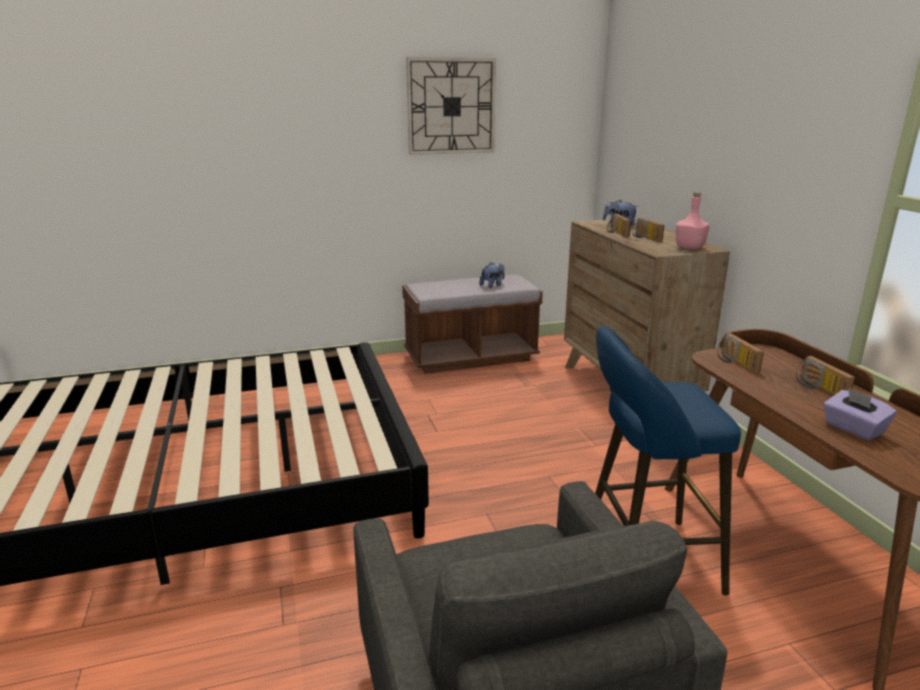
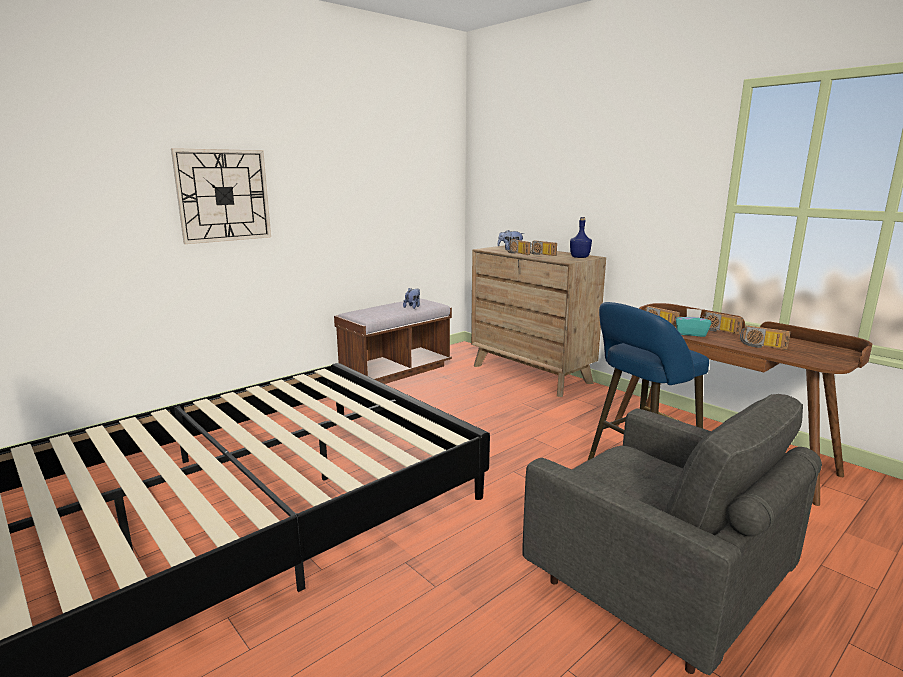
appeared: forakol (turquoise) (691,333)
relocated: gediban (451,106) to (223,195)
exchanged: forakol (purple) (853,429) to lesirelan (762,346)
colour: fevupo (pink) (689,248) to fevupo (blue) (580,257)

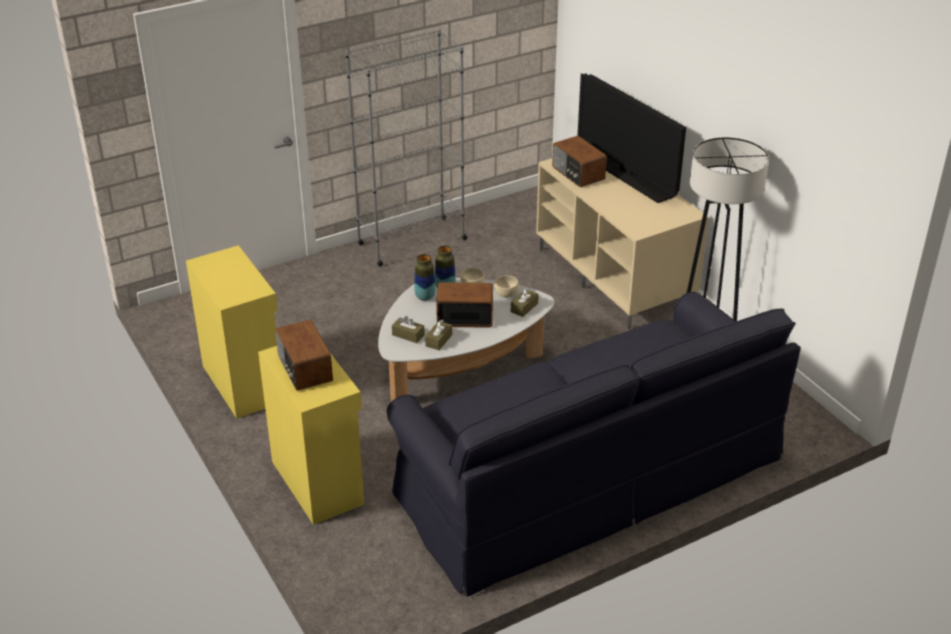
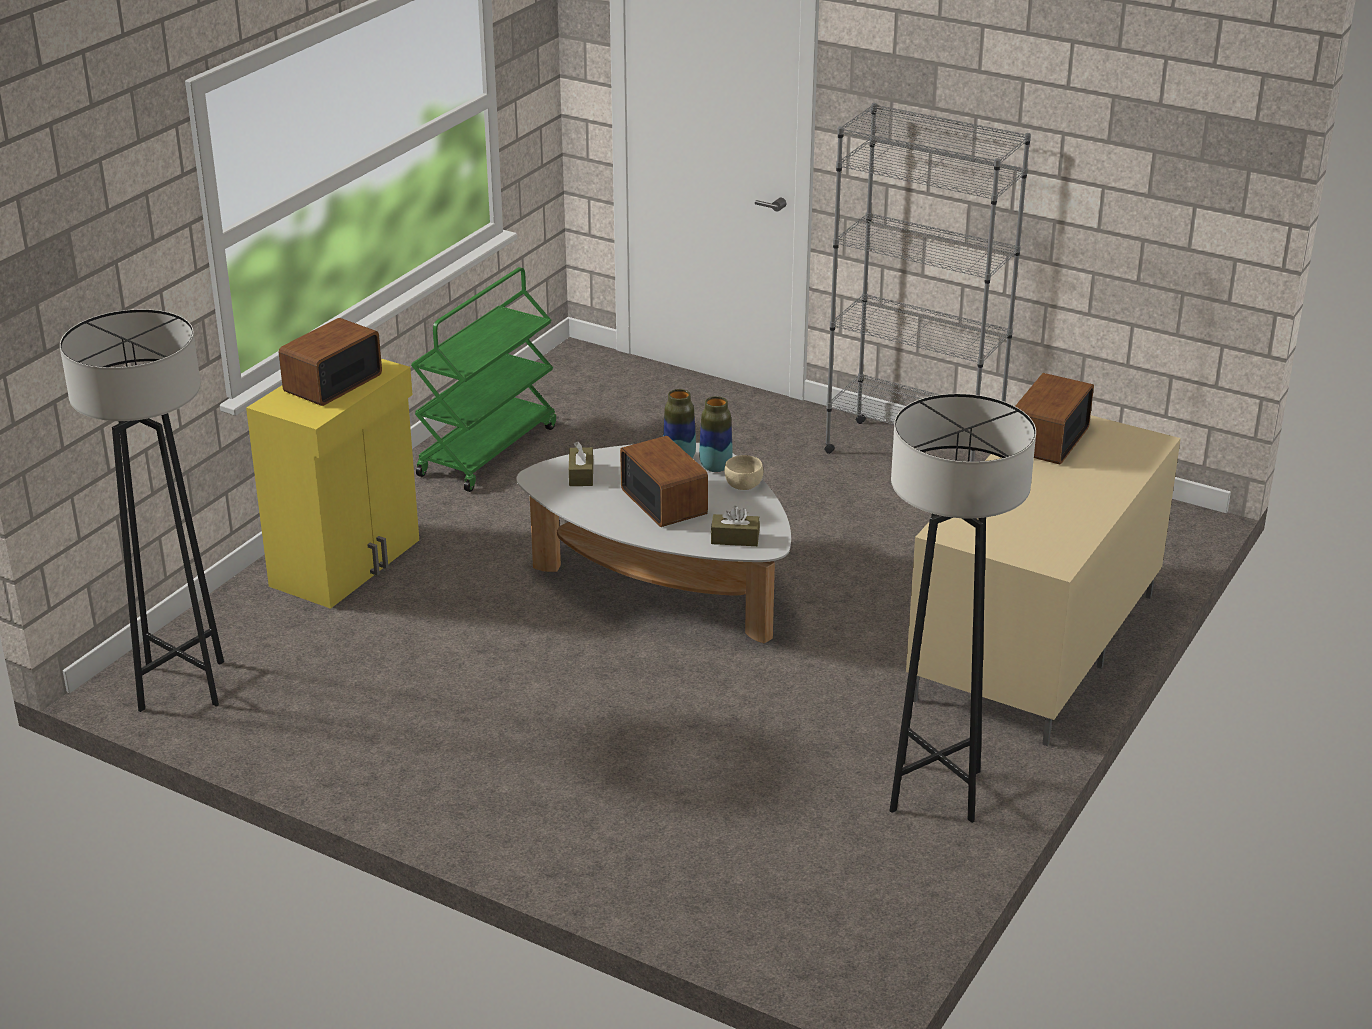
missing: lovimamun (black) (587,474); forakol (brown) (439,340); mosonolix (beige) (506,294); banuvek (627,176)
appeared: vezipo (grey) (182,686)
exchanged: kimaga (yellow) (244,382) to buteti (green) (487,450)

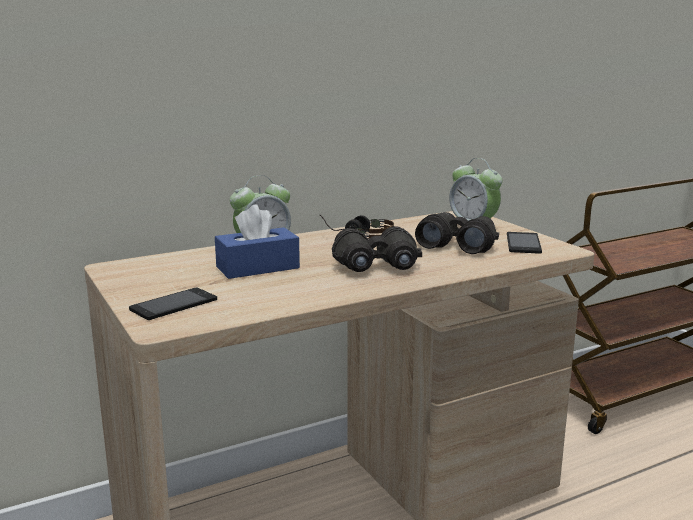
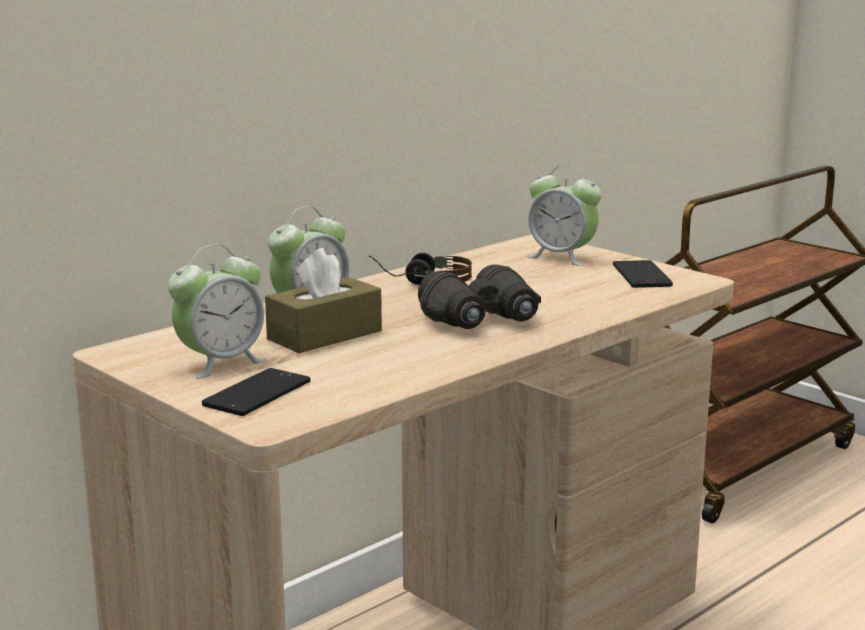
missing: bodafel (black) (457,245)
appeared: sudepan (221,363)
colour: forakol (blue) (257,267) to forakol (brown) (324,335)

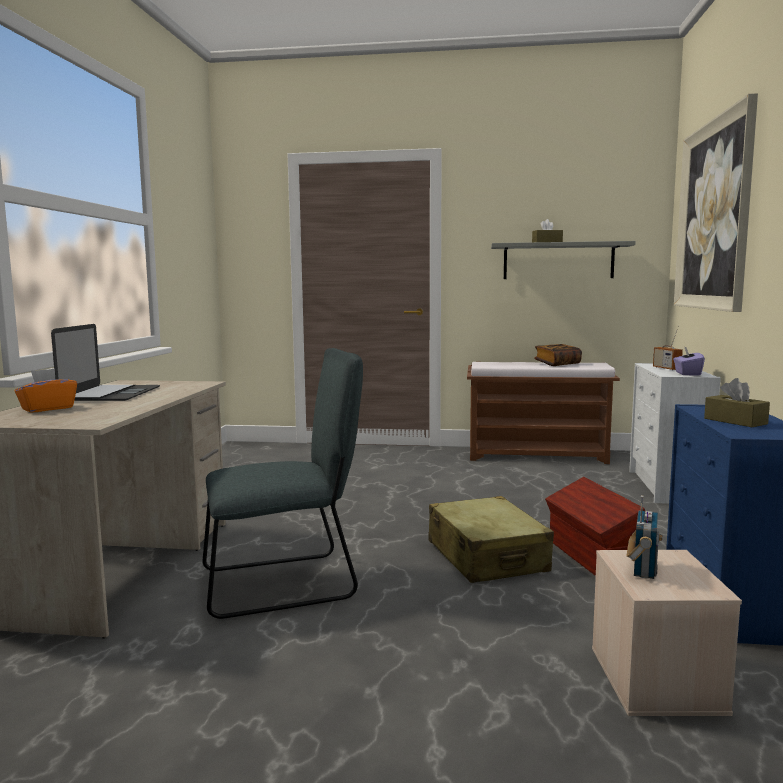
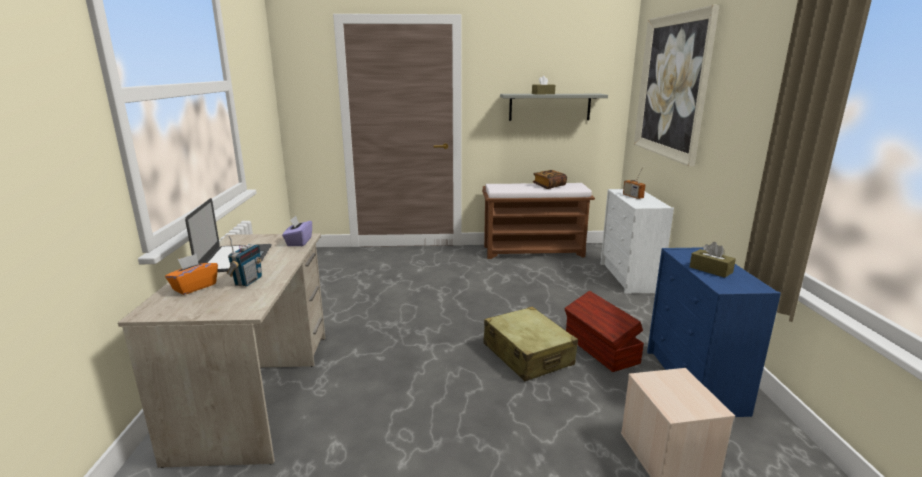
missing: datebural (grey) (286,583)
relocated: lesirelan (643,570) to (248,281); forakol (purple) (687,374) to (299,242)

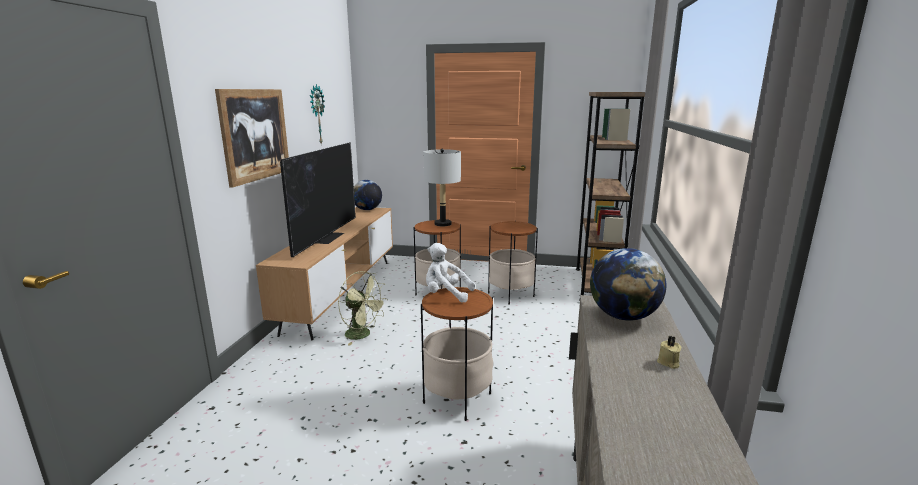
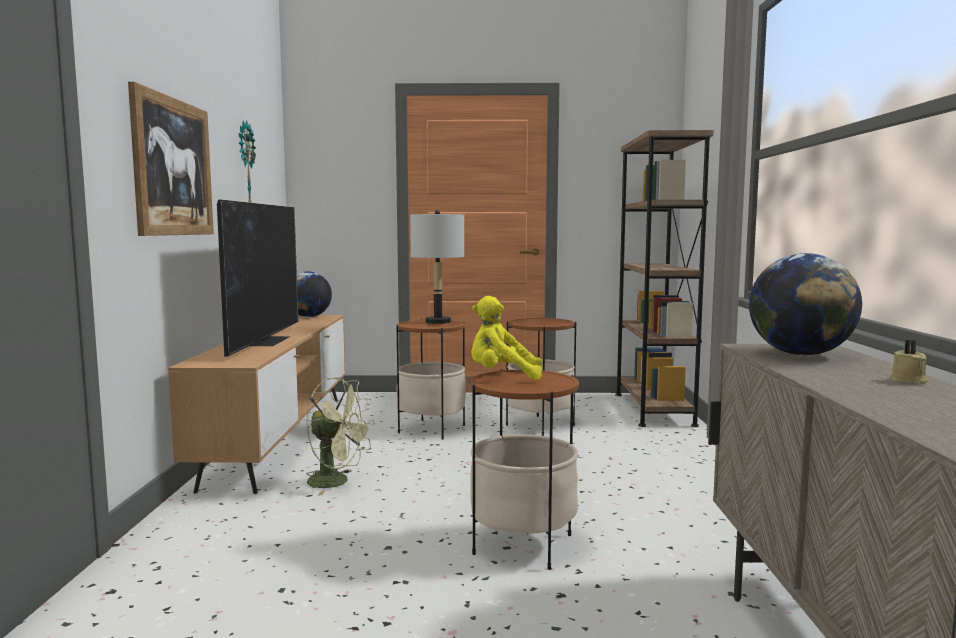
colour: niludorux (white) (446,295) to niludorux (yellow) (502,377)

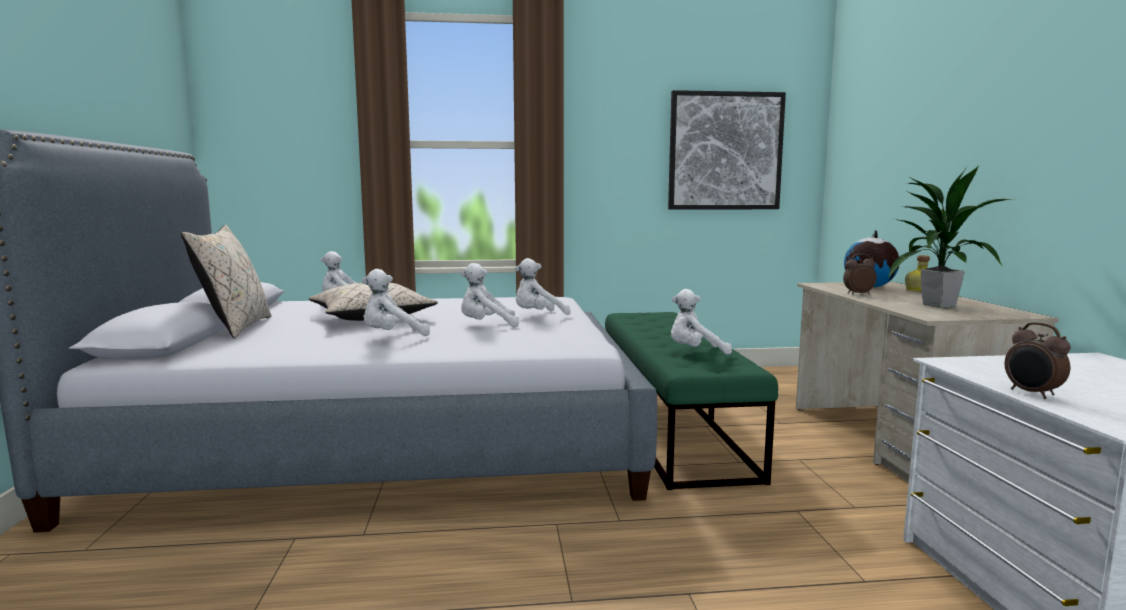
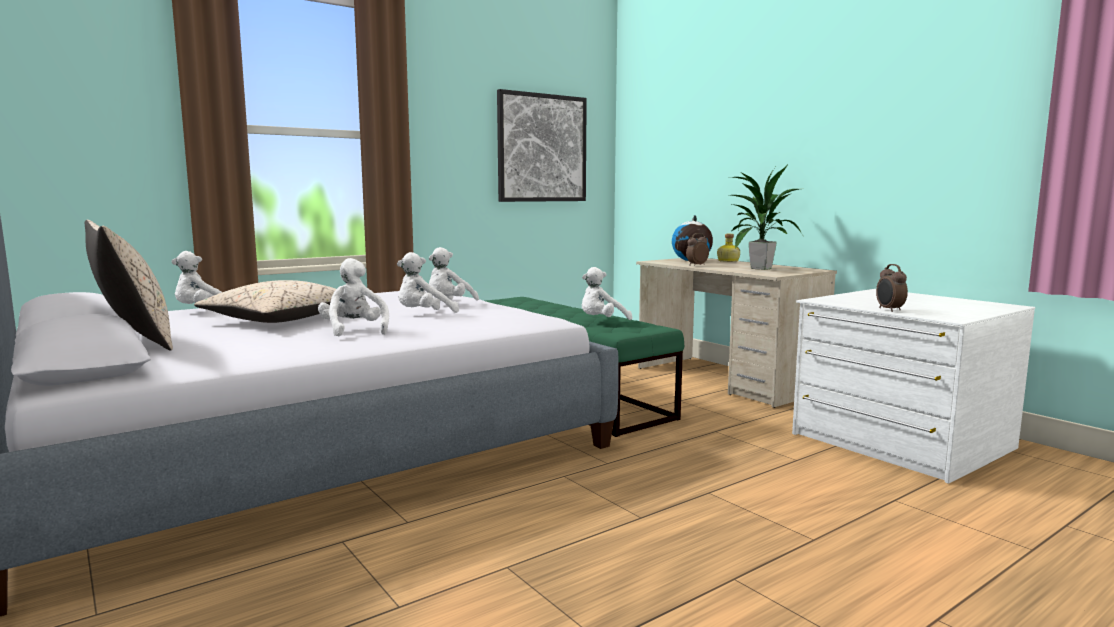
spun: niludorux (white) (392,336) = (354,331) 120 degrees clockwise; sudepan (1032,394) = (889,310) 45 degrees clockwise

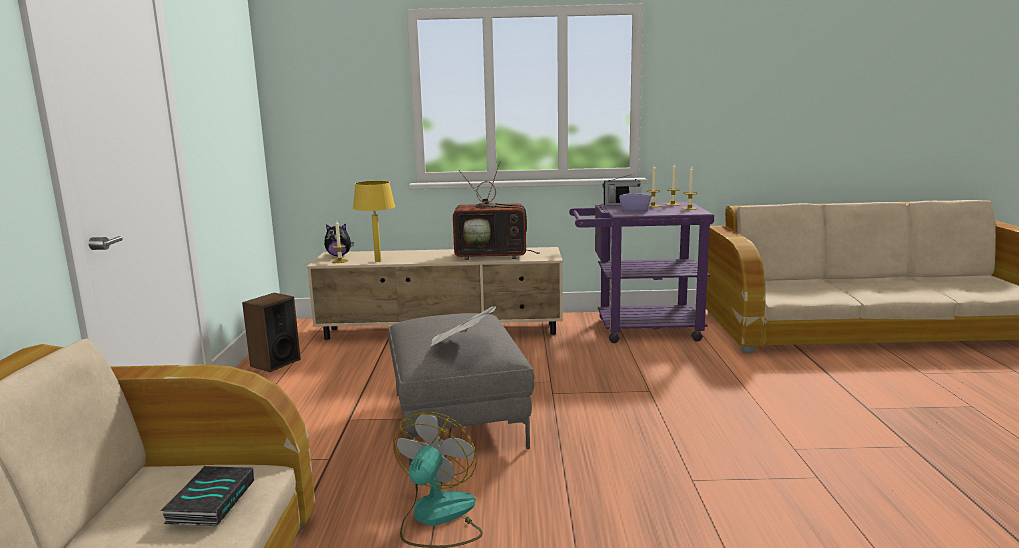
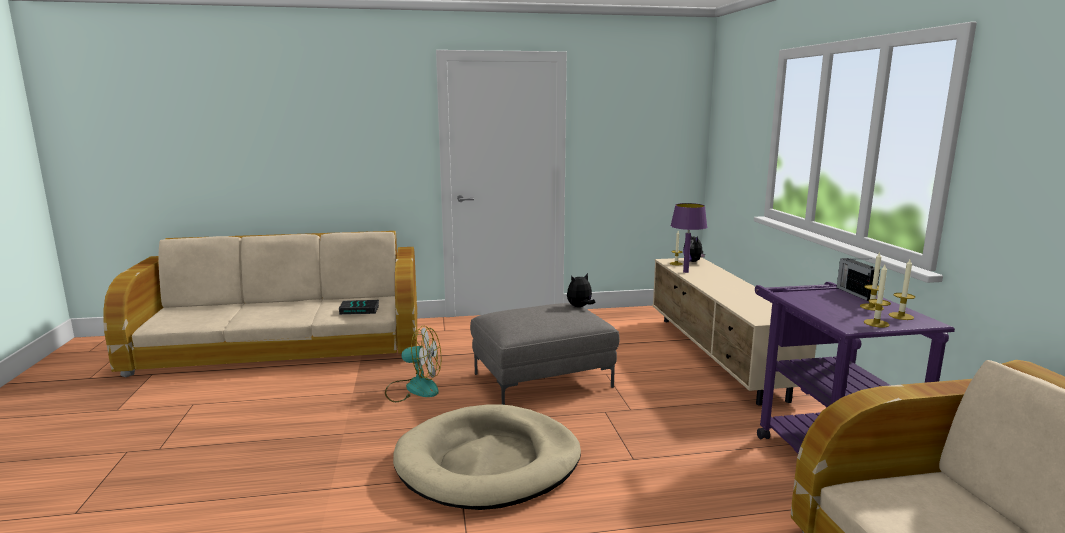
missing: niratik (275,363); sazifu (461,345); banuvek (493,255); forakol (purple) (634,210)
appeared: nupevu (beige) (489,462); niludorux (580,307)
colour: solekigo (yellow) (378,261) to solekigo (purple) (685,272)

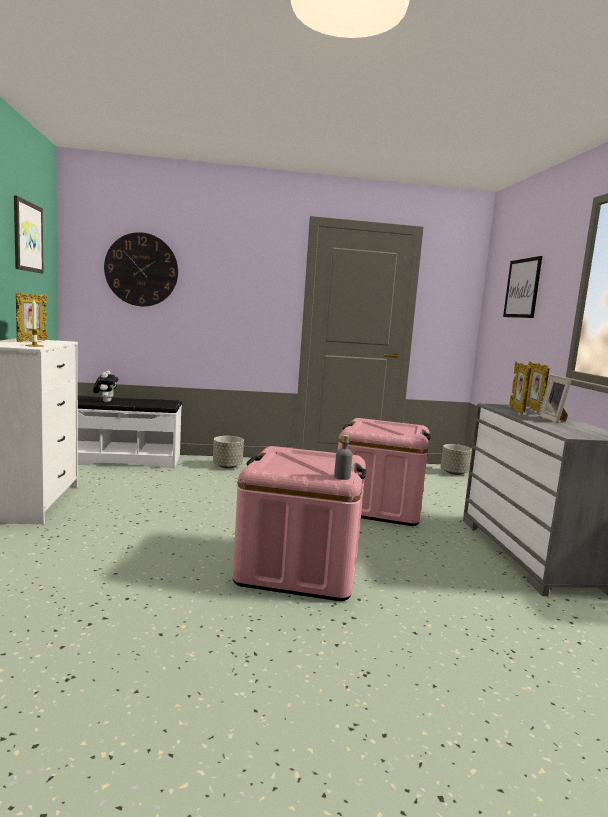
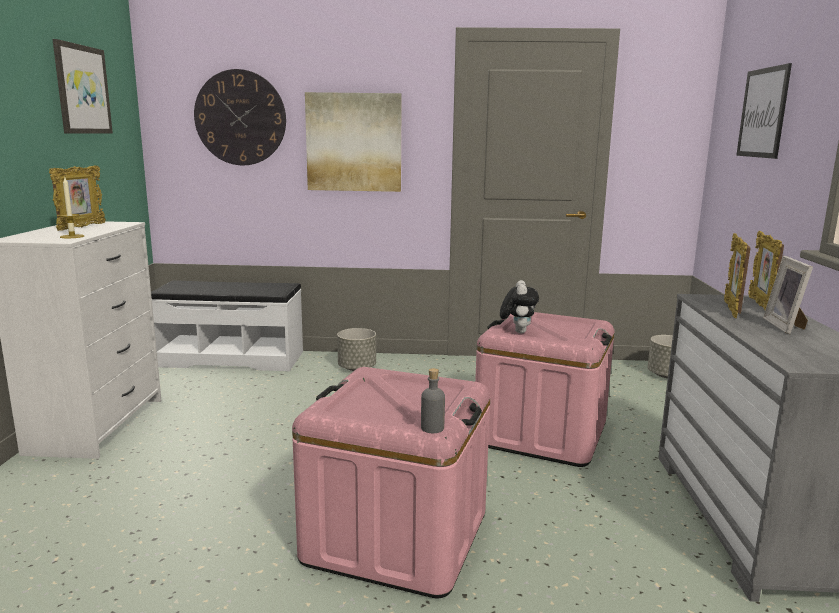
appeared: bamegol (354,142)
relocated: niludorux (105,401) to (517,331)

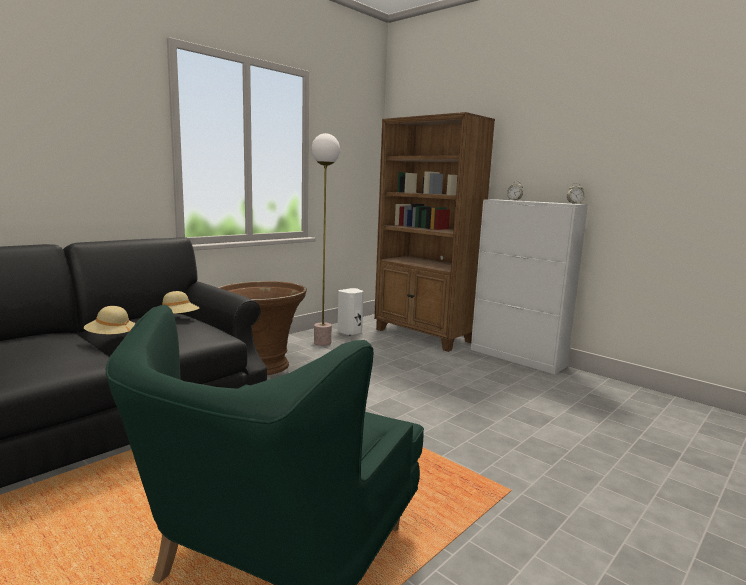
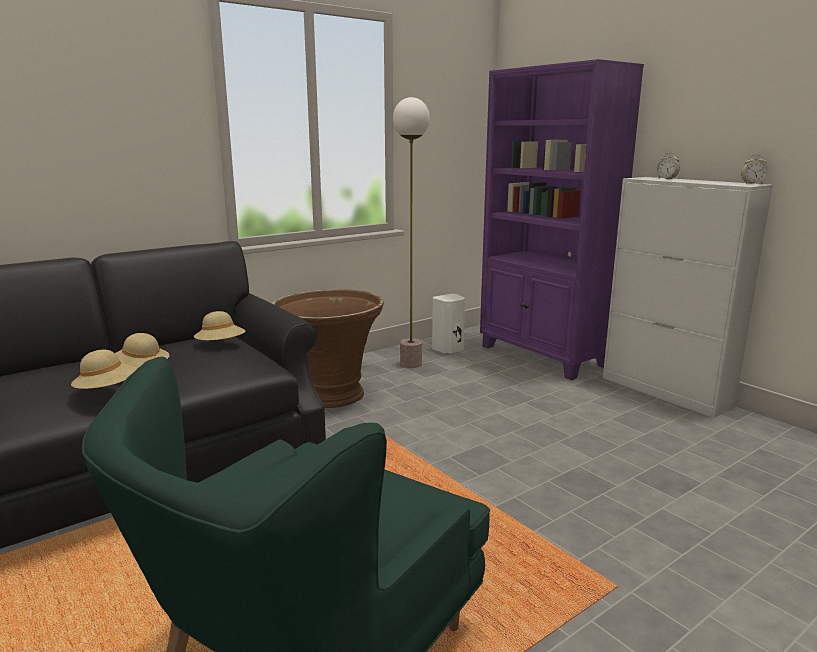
appeared: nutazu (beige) (107,391)
colour: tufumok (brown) (423,336) to tufumok (purple) (543,356)

